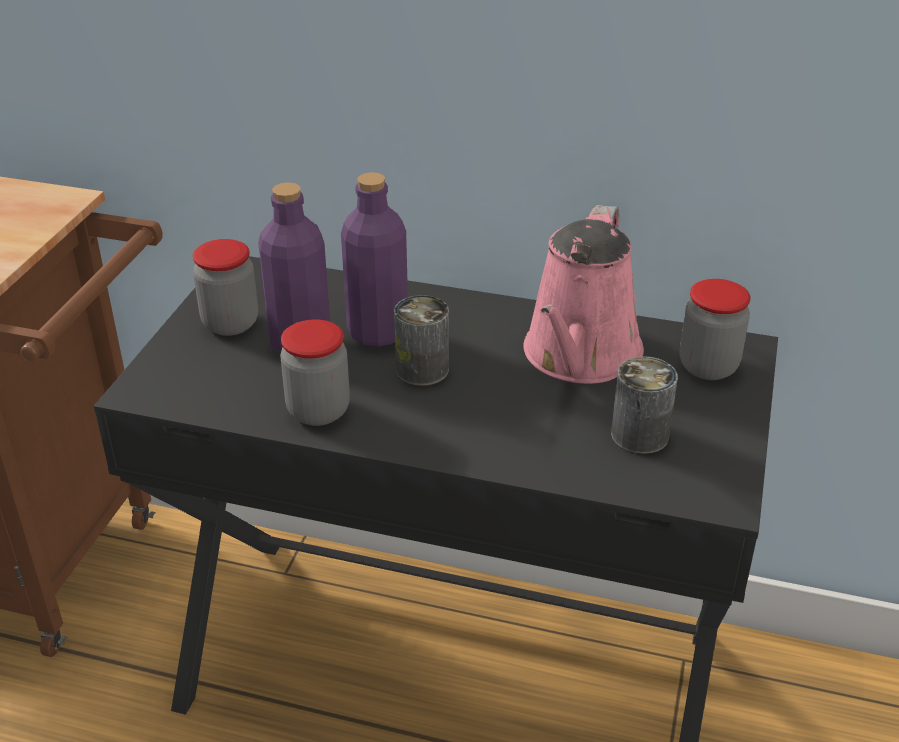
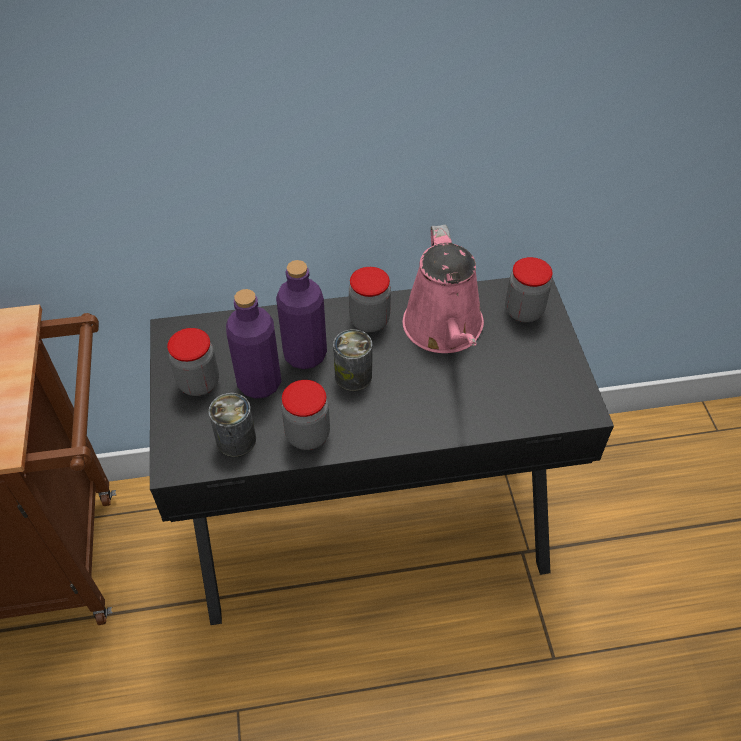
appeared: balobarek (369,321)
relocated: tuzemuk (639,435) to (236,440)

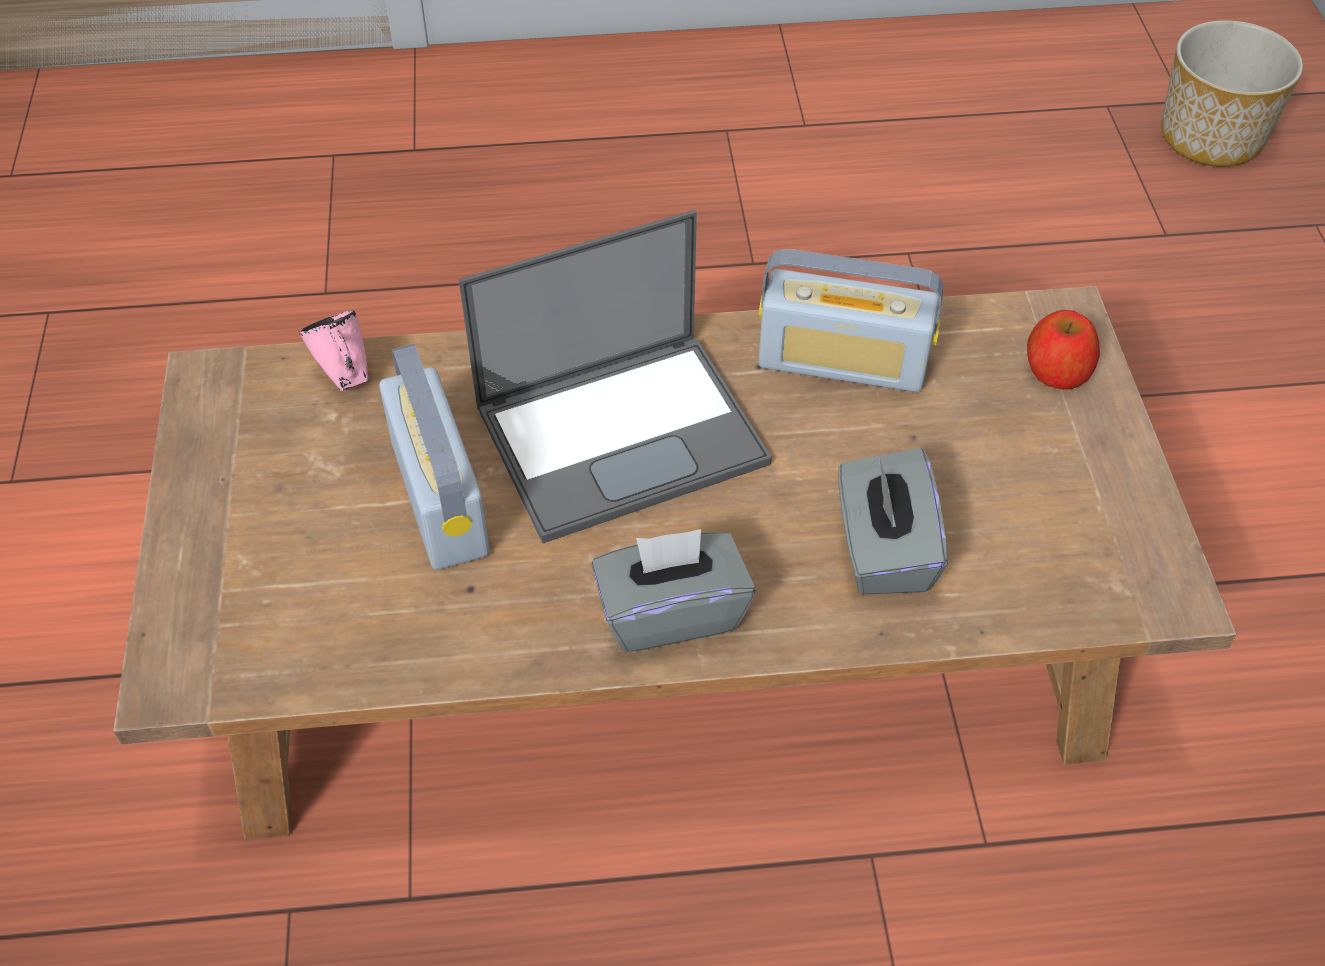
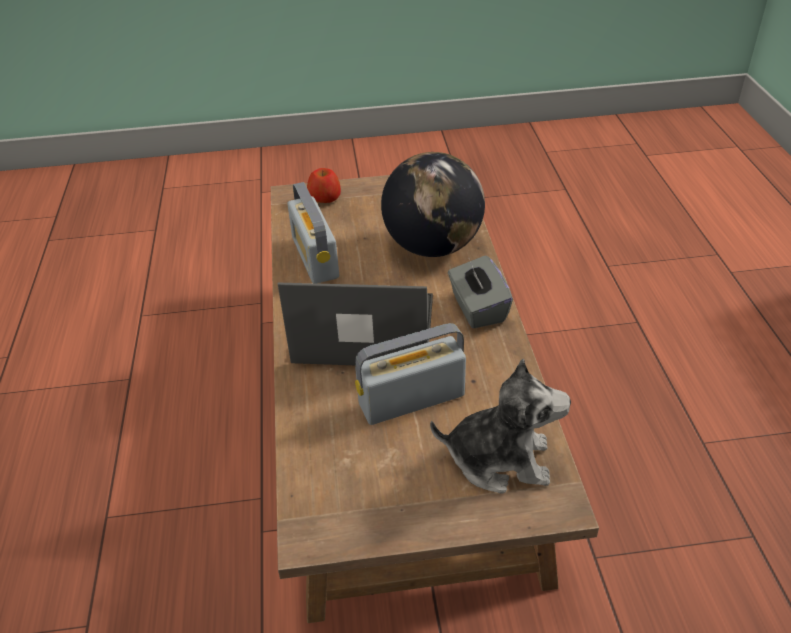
missing: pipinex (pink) (344,376); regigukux (1211,137)
appeared: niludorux (499,459)
exchanged: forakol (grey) (883,550) to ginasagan (432,247)
spun: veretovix (624,433) = (362,330) 60 degrees counterclockwise; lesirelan (842,363) = (315,258) 150 degrees clockwise

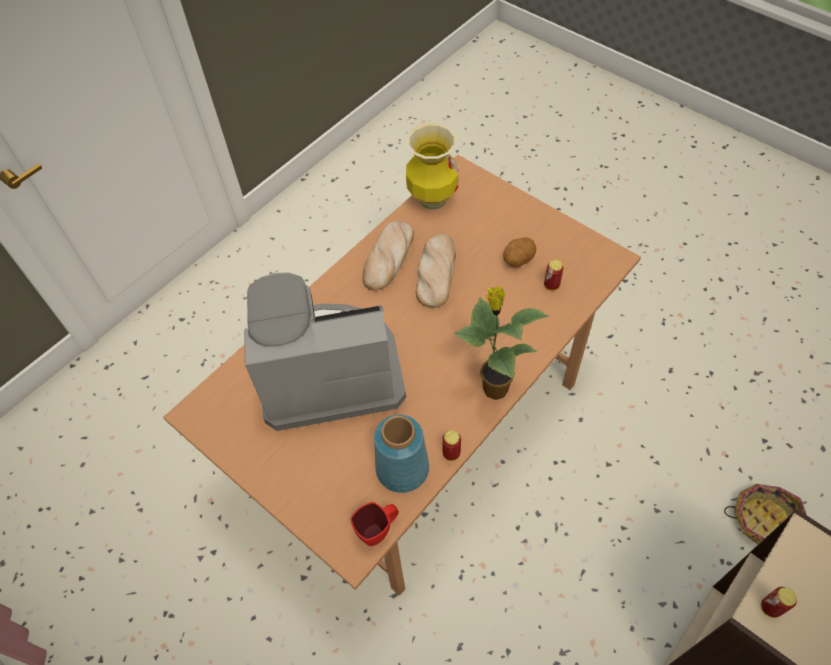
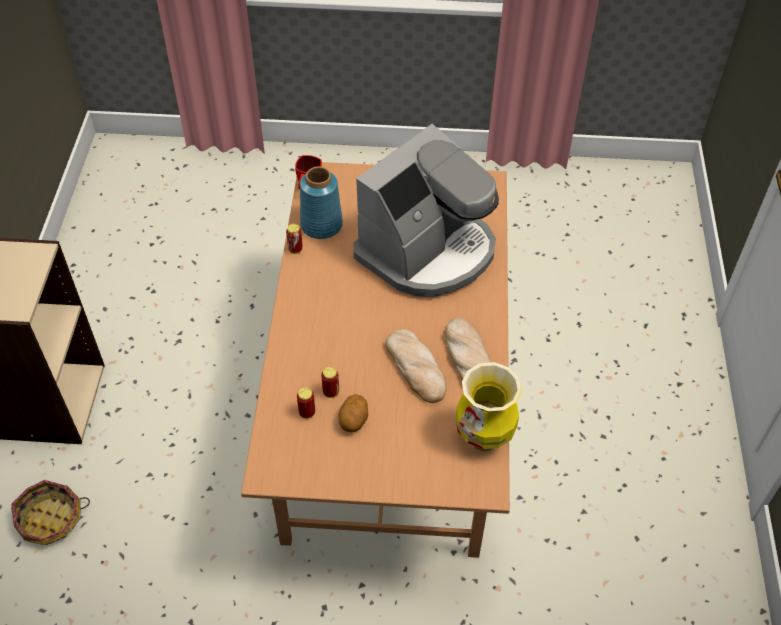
missing: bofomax (493,387)
relocated: tuzemuk (770,607) to (331,392)

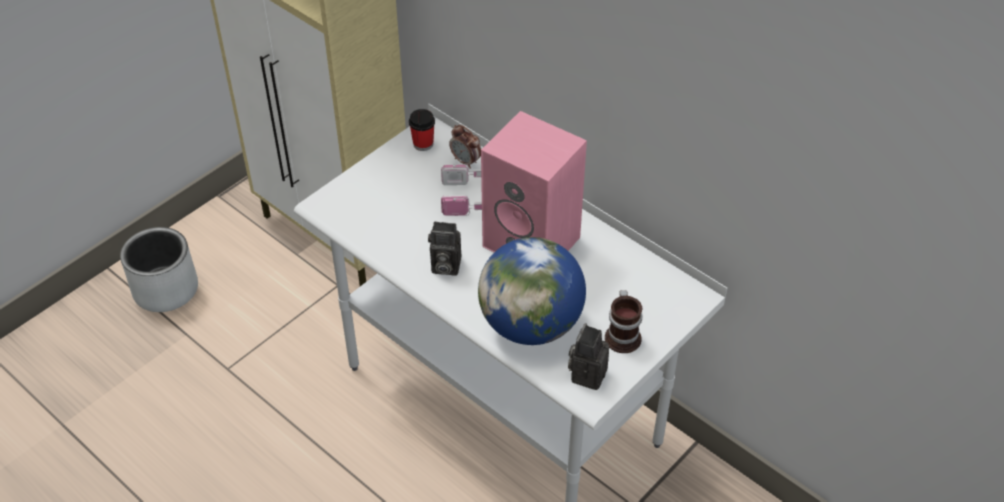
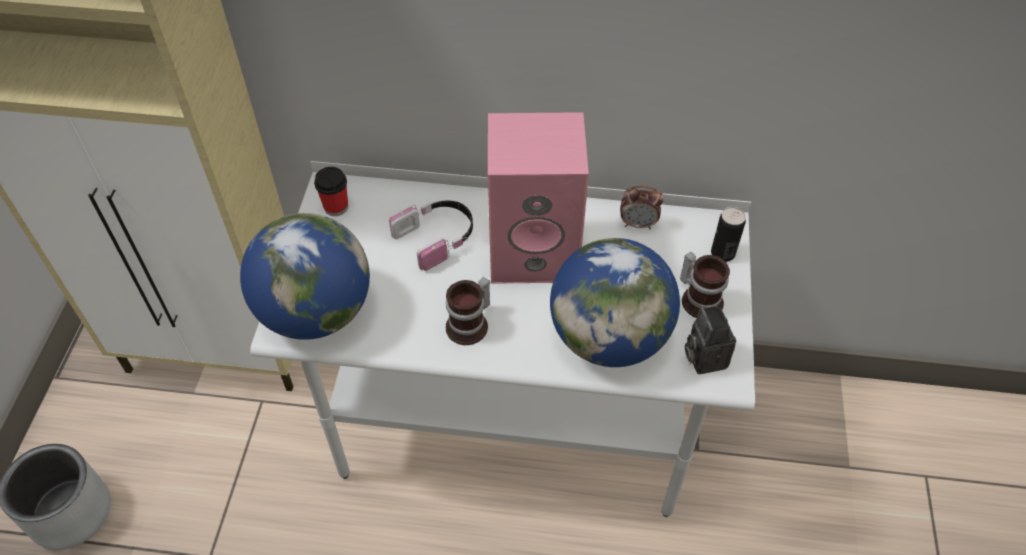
appeared: ginasagan (316,313); tuzemuk (723,253)
relocated: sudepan (466,161) to (638,224)
exchanged: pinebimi (444,266) to pipinex (471,325)

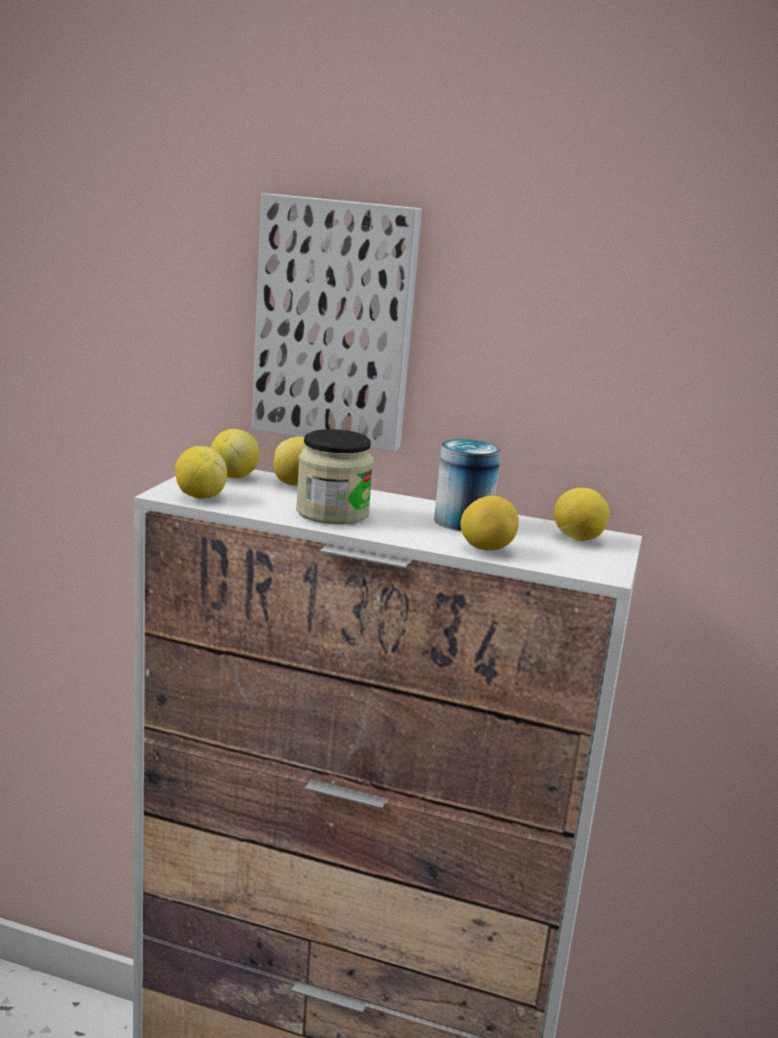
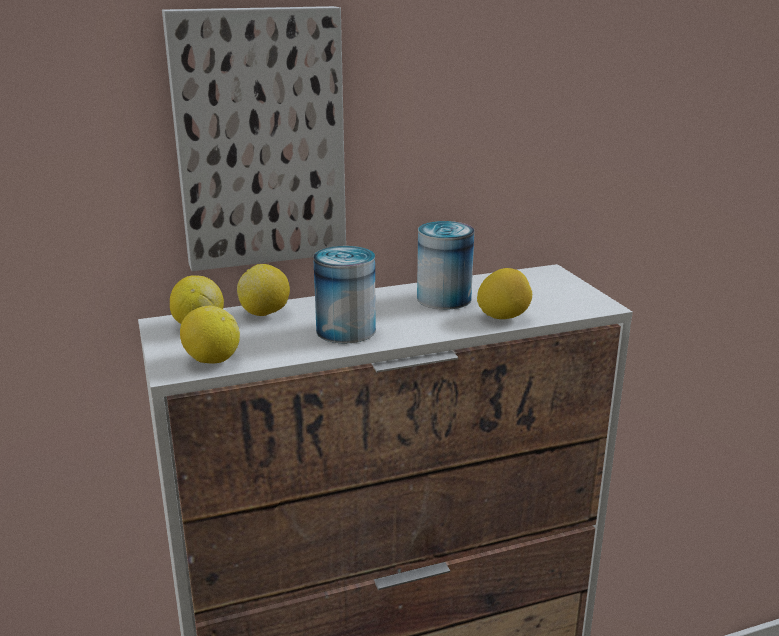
missing: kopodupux (577,539)
exchanged: balobarek (332,513) to tuzemuk (346,330)

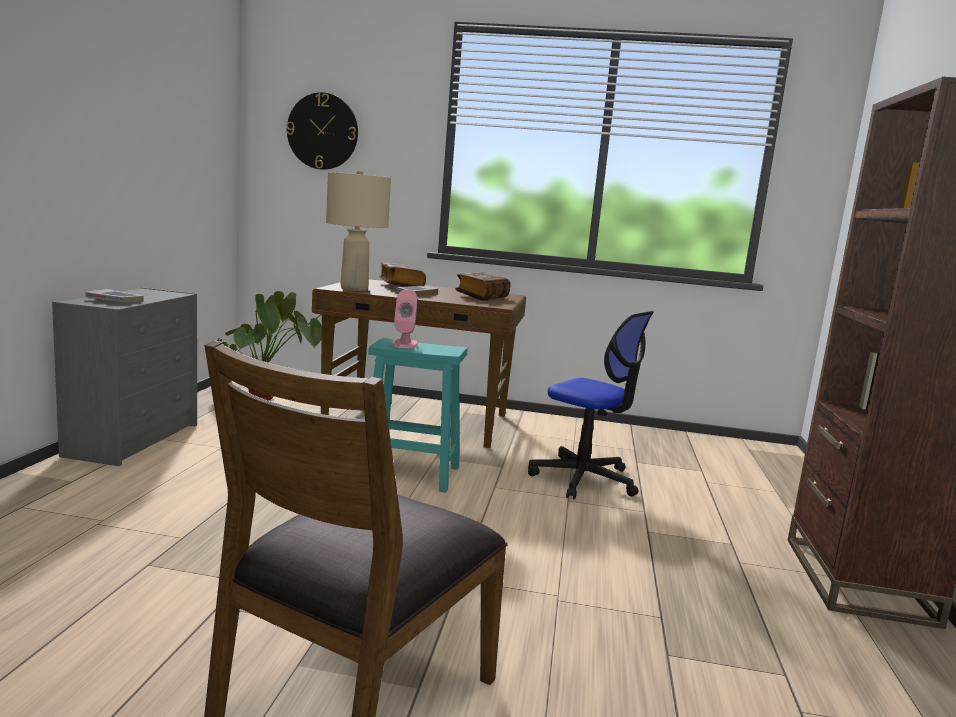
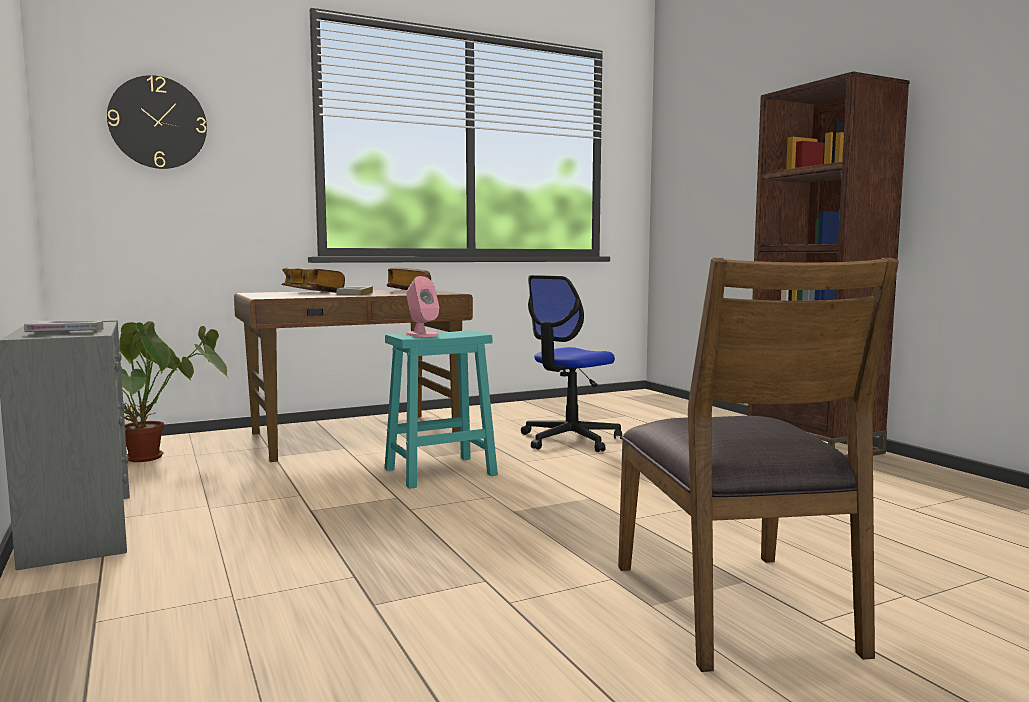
missing: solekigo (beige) (354,288)
spun: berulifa (584,479) = (569,440) 135 degrees clockwise

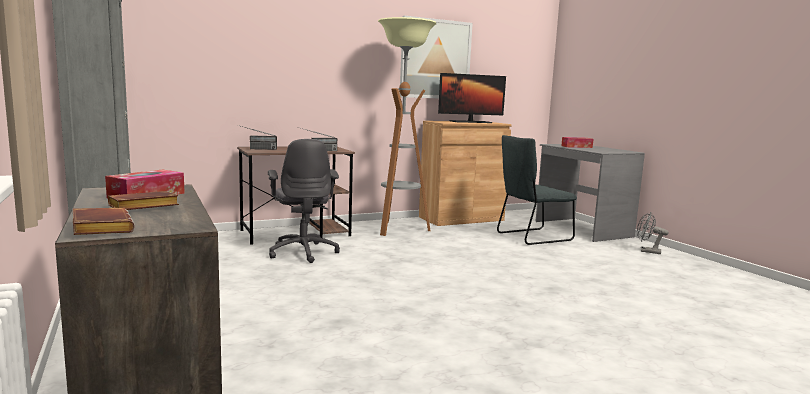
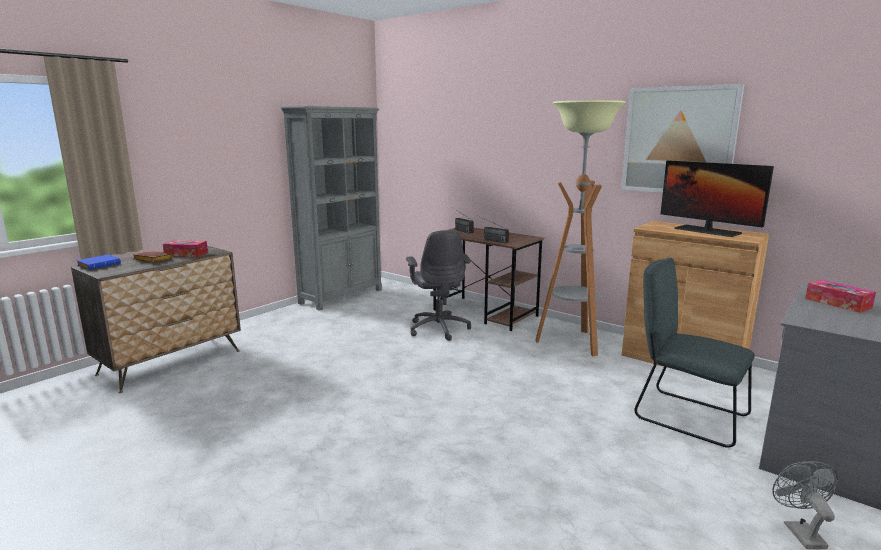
colour: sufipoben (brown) (99,228) to sufipoben (blue) (100,265)
spun: berulifa (grey) (303,252) = (439,328) 60 degrees counterclockwise

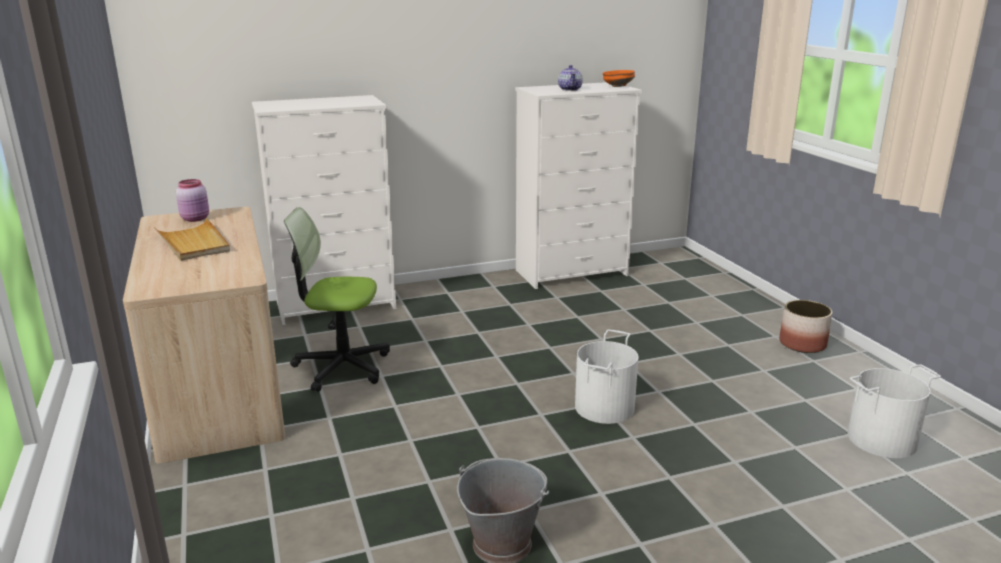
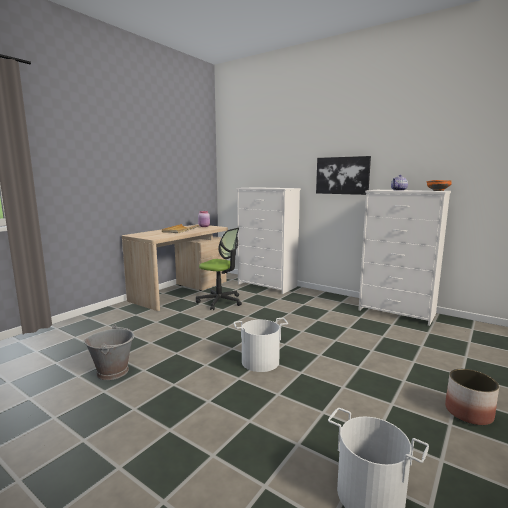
appeared: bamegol (342,175)
spun: berulifa (342,367) = (220,301) 150 degrees clockwise

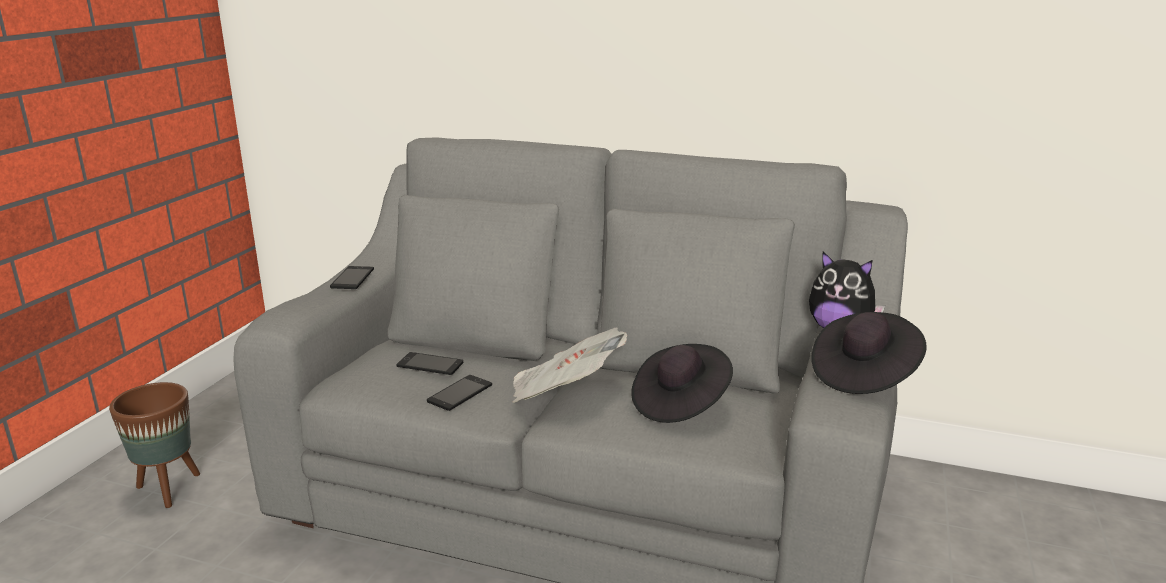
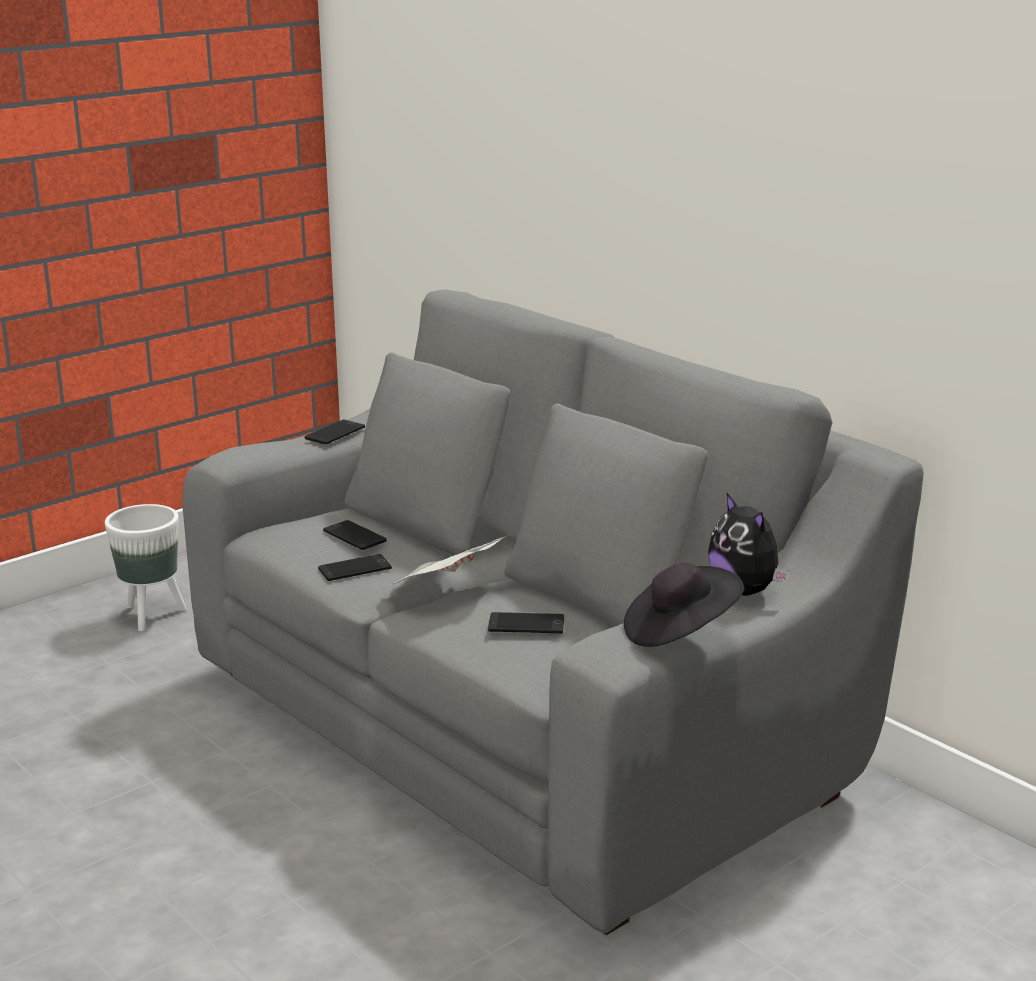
exchanged: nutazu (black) (680,403) to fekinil (526,624)
colour: regigukux (brown) (168,489) to regigukux (white) (152,615)

